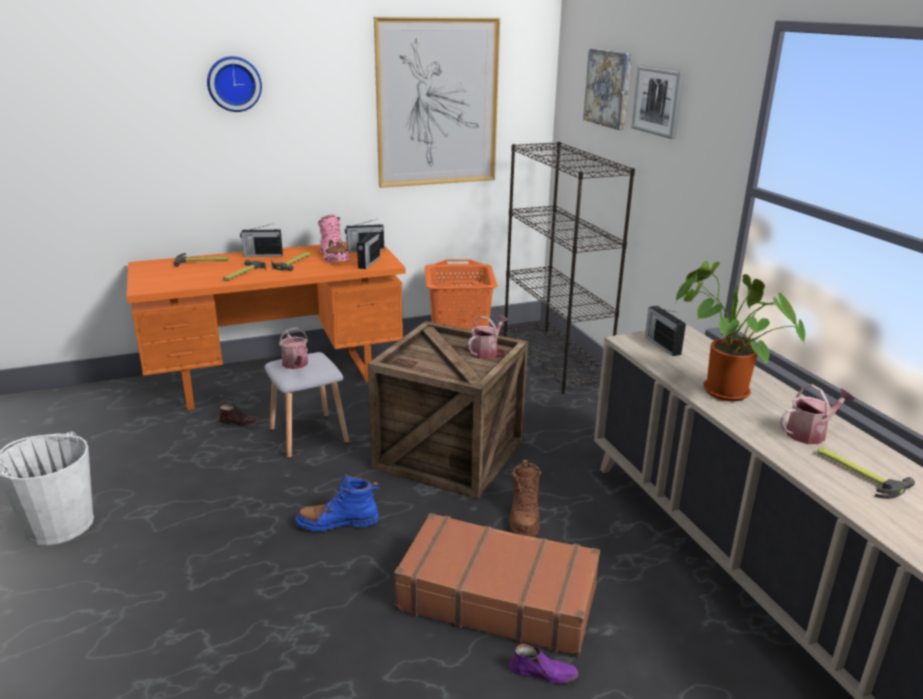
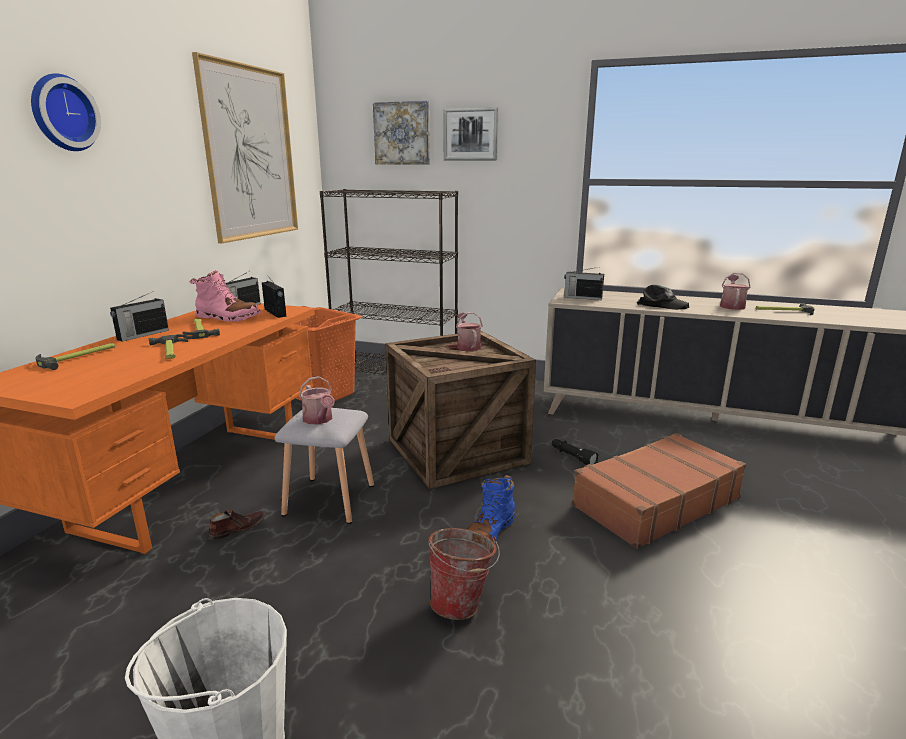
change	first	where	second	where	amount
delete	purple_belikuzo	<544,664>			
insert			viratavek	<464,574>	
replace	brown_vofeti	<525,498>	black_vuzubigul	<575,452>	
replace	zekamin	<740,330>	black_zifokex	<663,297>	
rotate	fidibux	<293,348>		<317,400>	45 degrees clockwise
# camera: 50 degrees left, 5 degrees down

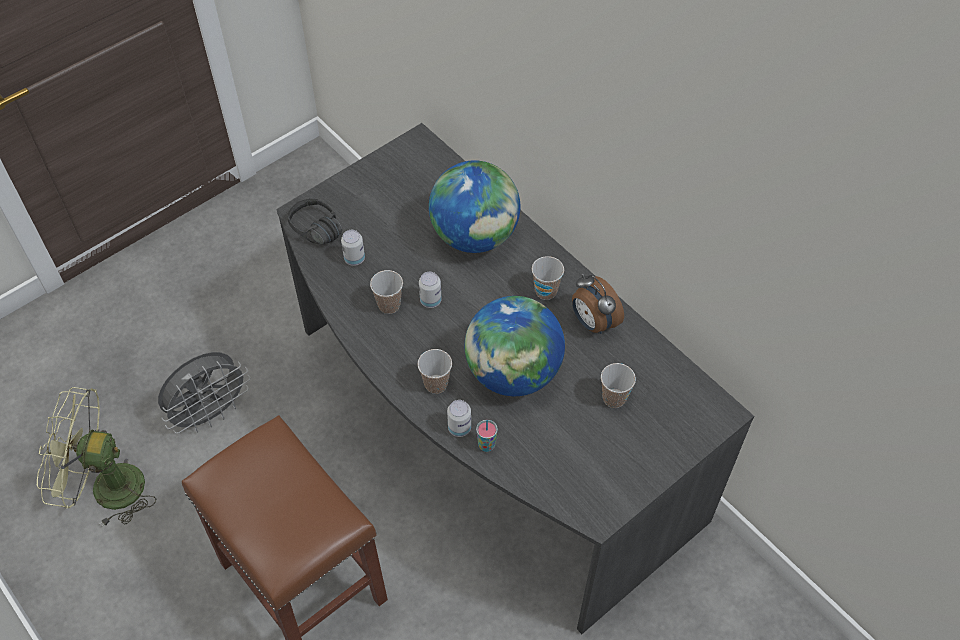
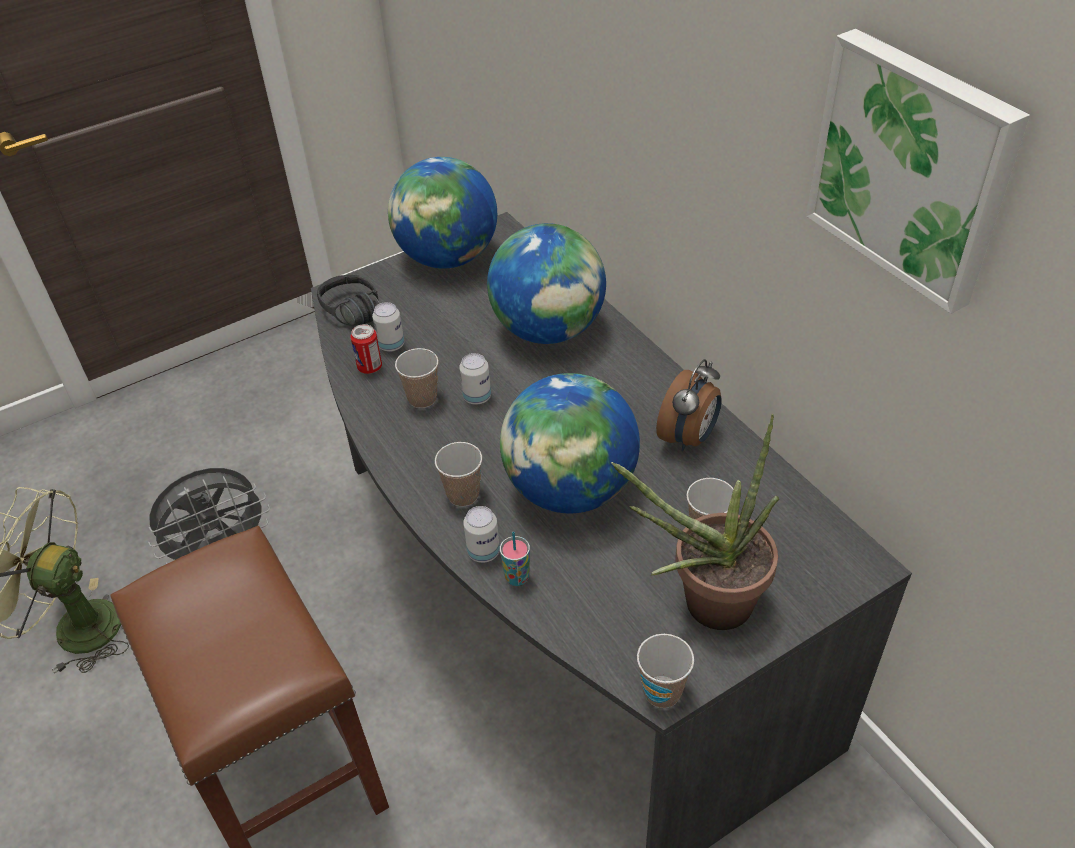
change	first	where	second	where	amount
insert			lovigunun	<366,349>	
insert			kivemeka	<442,213>	
insert			zekamin	<695,522>	
insert			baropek	<918,171>	
move	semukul	<548,278>		<665,671>	
rotate	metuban	<598,304>		<689,405>	120 degrees counterclockwise
# camera: 10 degrees right, 10 degrees down

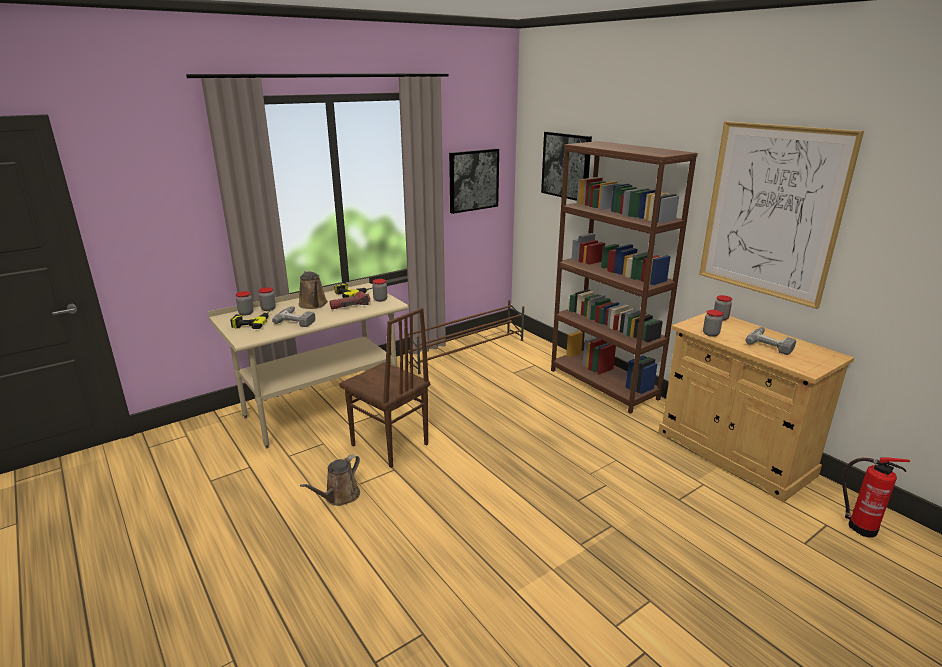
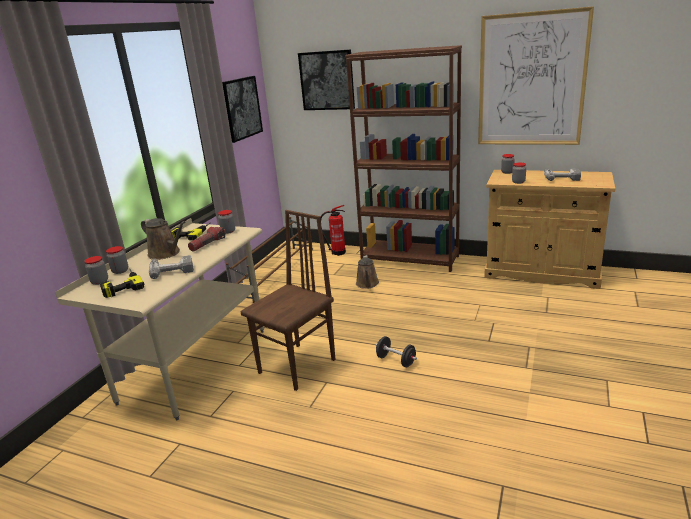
change	first	where	second	where	amount
insert			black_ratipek	<396,351>	
move	brown_fidibux	<330,480>		<367,272>	
move	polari	<876,497>		<333,230>	
rotate	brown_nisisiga	<384,388>		<288,300>	60 degrees counterclockwise
# camera: 30 degrees left, 0 degrees up

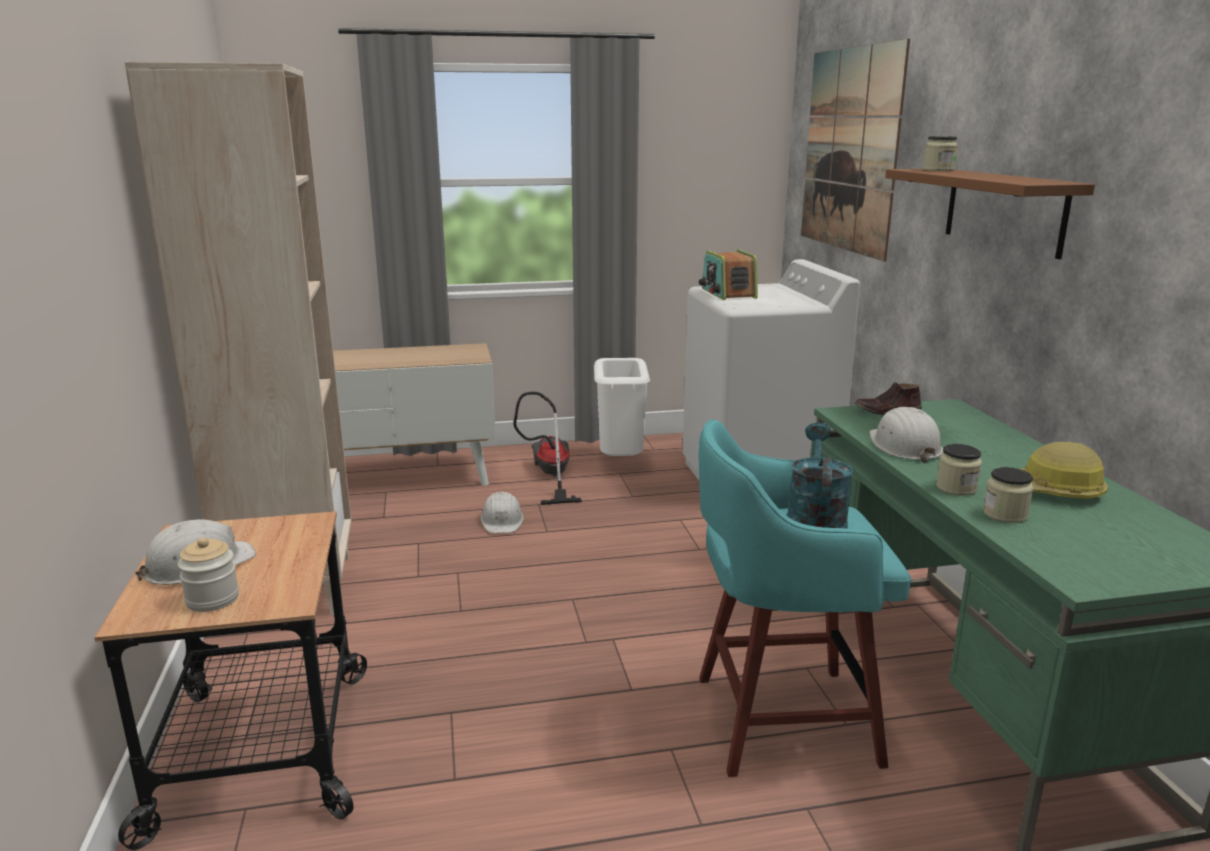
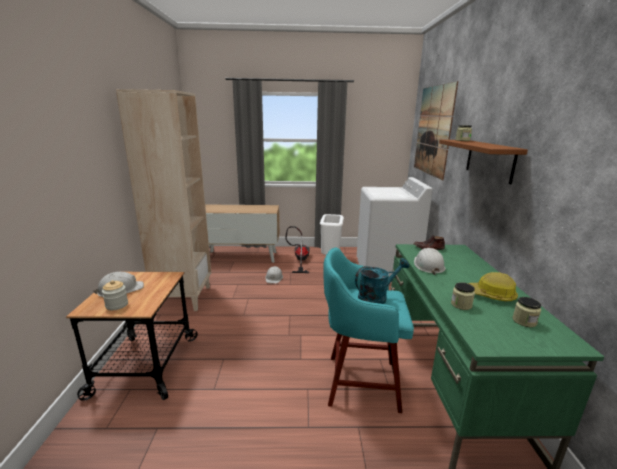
change	first	where	second	where	amount
delete	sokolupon	<728,274>			
move	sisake	<959,470>		<526,312>	
rotate	turquoise_fidibux	<820,475>		<382,281>	45 degrees clockwise
# camera: 10 degrees right, 0 degrees up

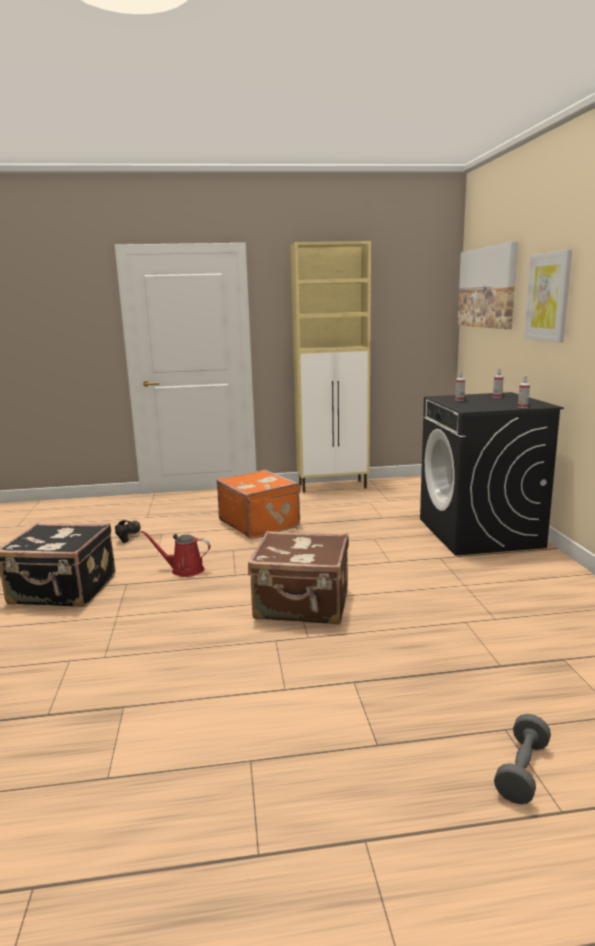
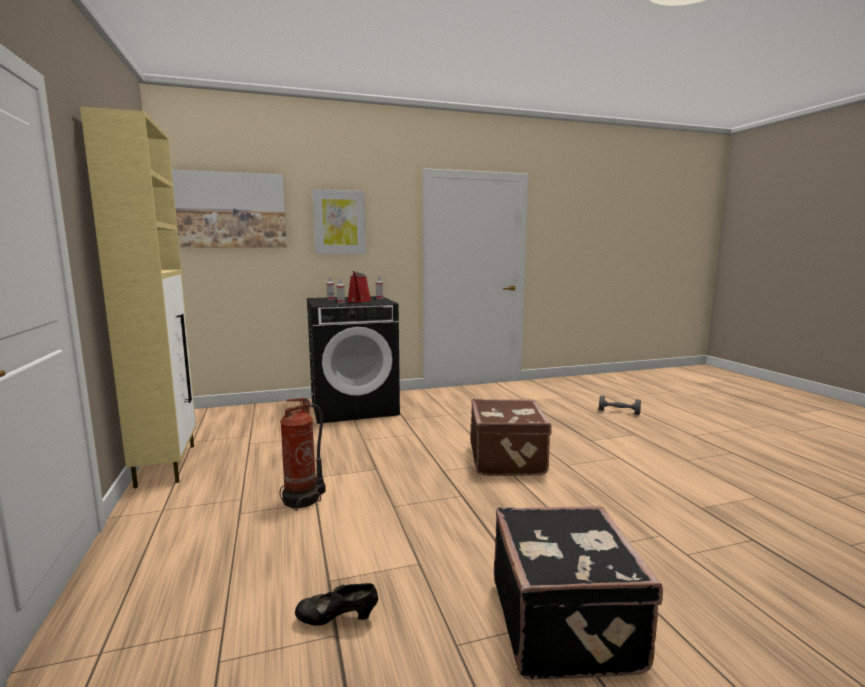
change	first	where	second	where	amount
move	red_fidibux	<176,553>		<359,286>	
replace	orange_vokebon	<259,504>	polari	<302,454>	
# camera: 100 degrees left, 5 degrees down

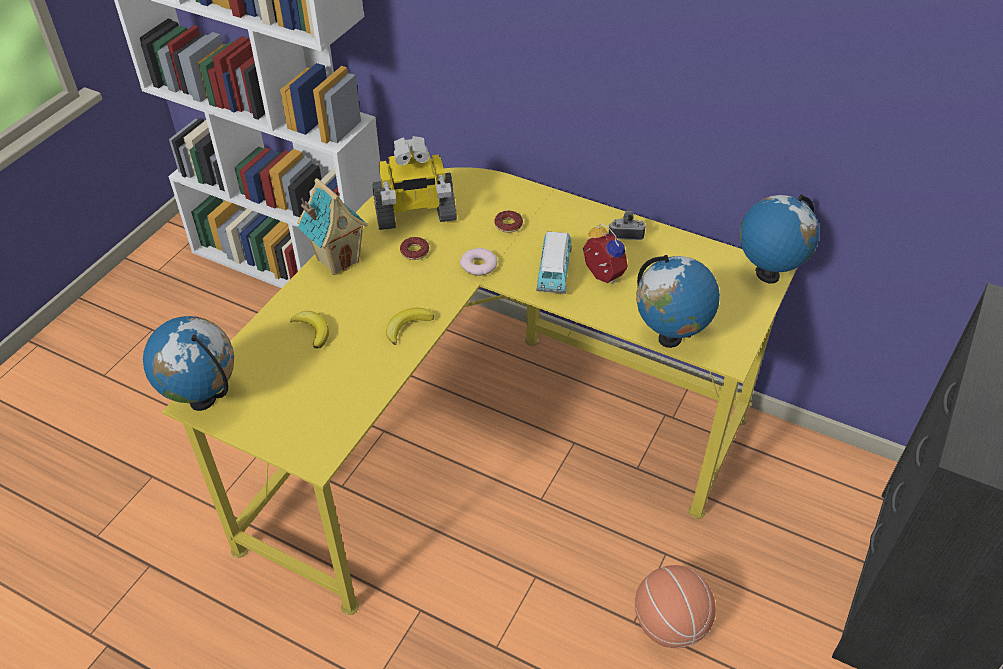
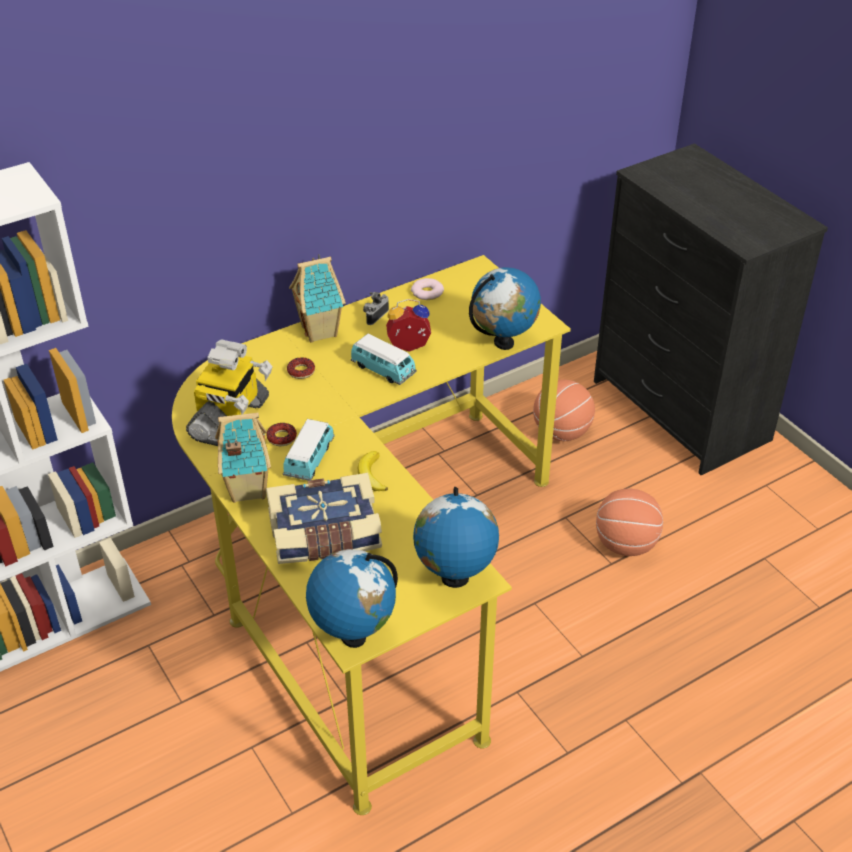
change	first	where	second	where	amount
insert			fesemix	<308,450>	
insert			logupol	<317,298>	
insert			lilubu	<564,410>	
move	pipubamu	<478,262>		<427,289>	
move	kivemeka	<779,239>		<456,537>	
replace	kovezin	<309,330>	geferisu	<324,518>	
# camera: 60 degrees left, 5 degrees down

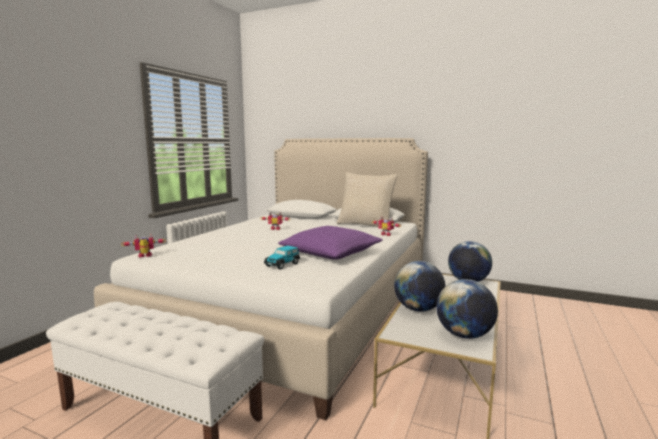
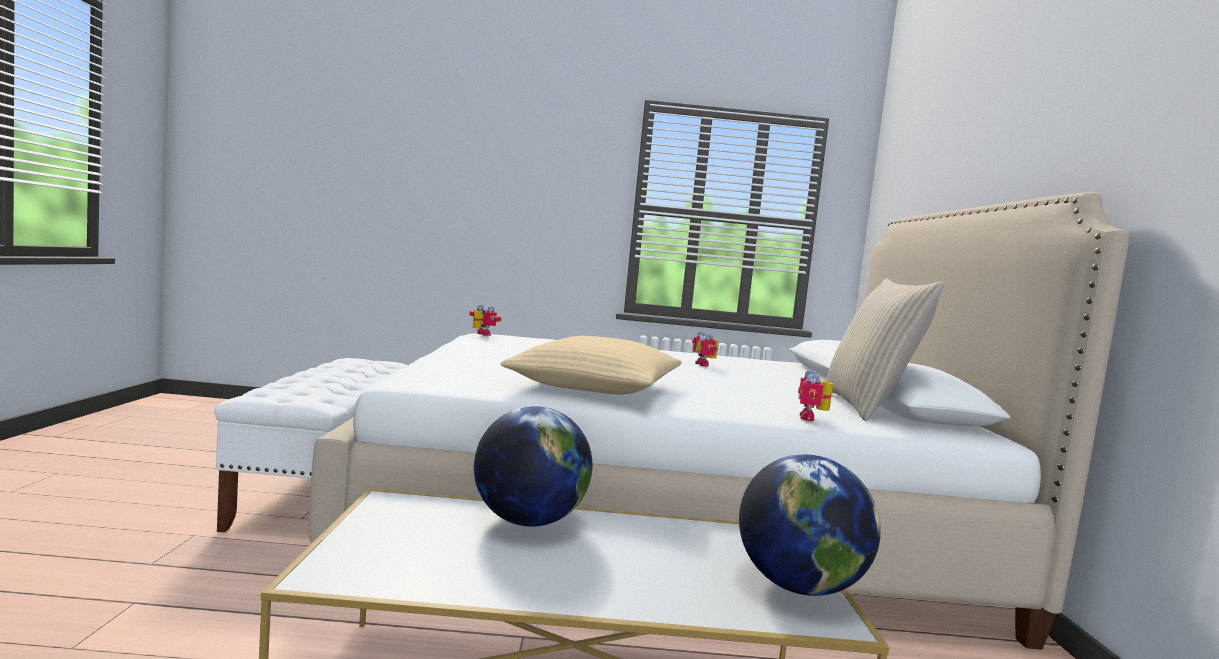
change	first	where	second	where	amount
delete	fesemix	<282,257>			
delete	kivemeka	<467,309>			
recolor	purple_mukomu	<330,243>	beige_mukomu	<591,365>	
# camera: 65 degrees right, 5 degrees down

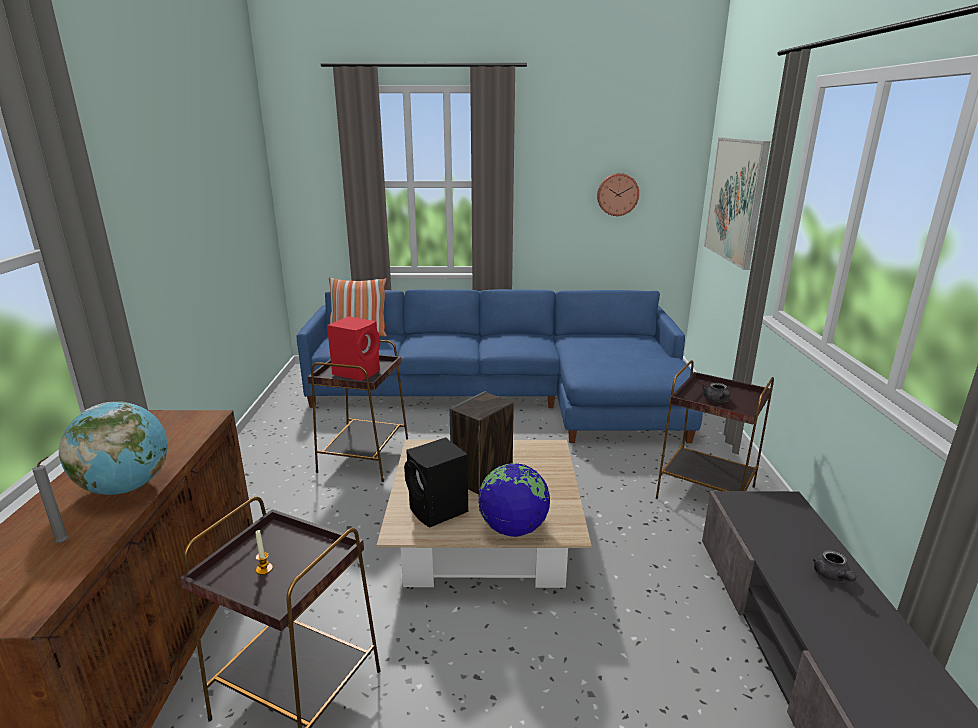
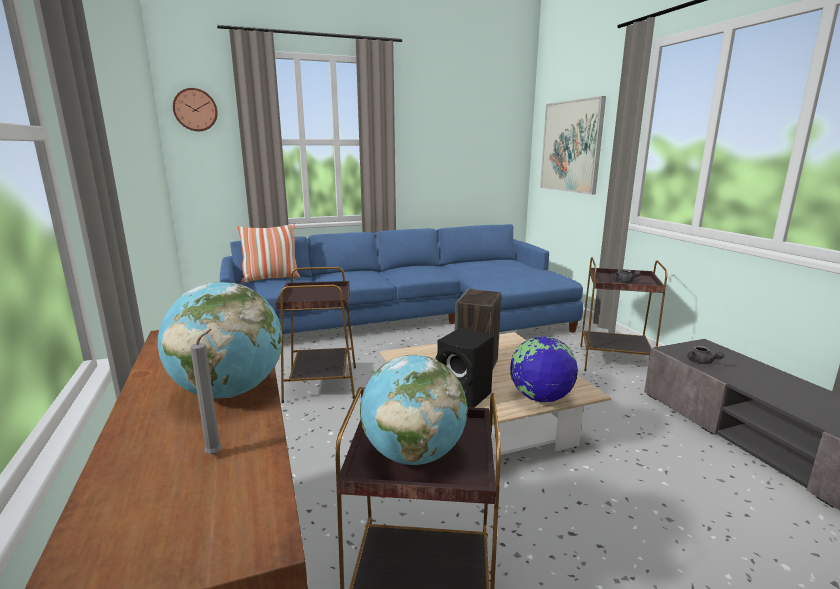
change	first	where	second	where	amount
delete	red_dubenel	<353,348>			
move	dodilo	<618,194>		<195,109>	
move	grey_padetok	<835,566>		<705,354>	
replace	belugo	<264,552>	kivemeka	<414,410>	
# camera: 20 degrees left, 5 degrees down

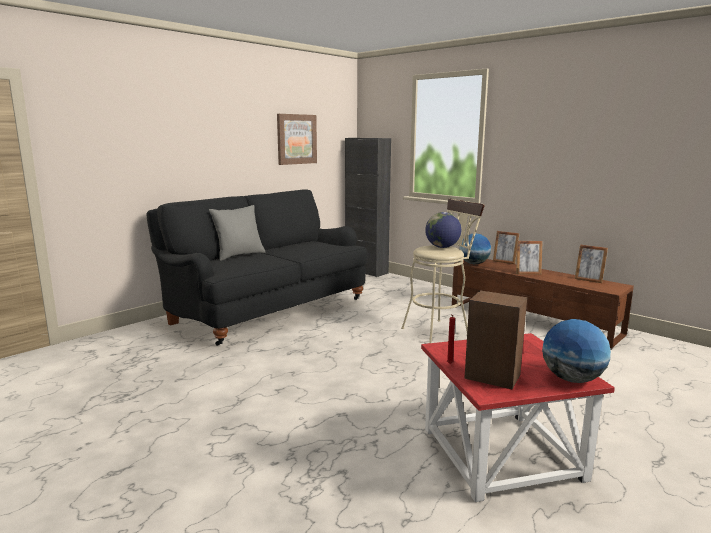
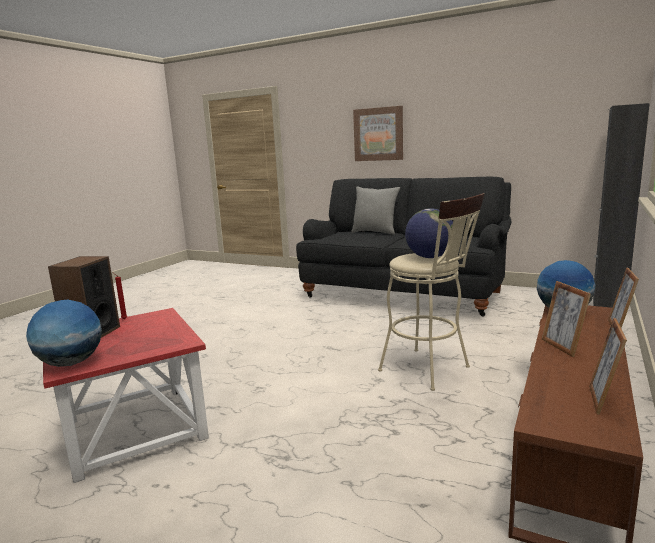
change	first	where	second	where	amount
move	baropek	<297,139>		<378,133>	
# camera: 75 degrees right, 0 degrees up

